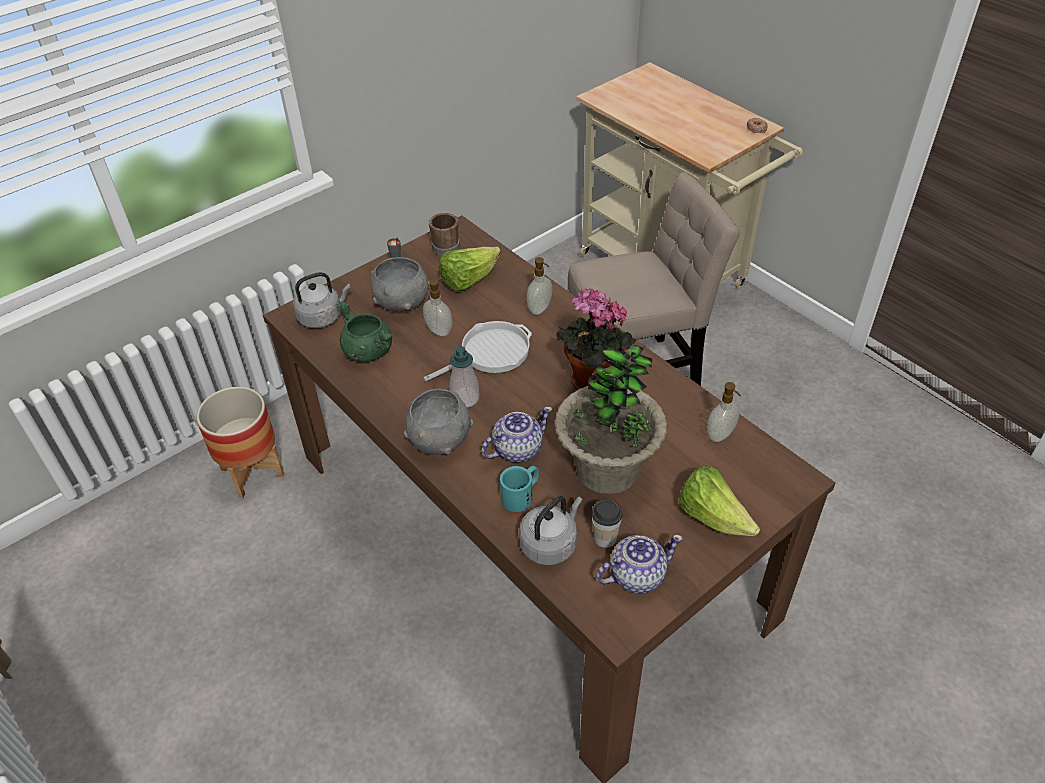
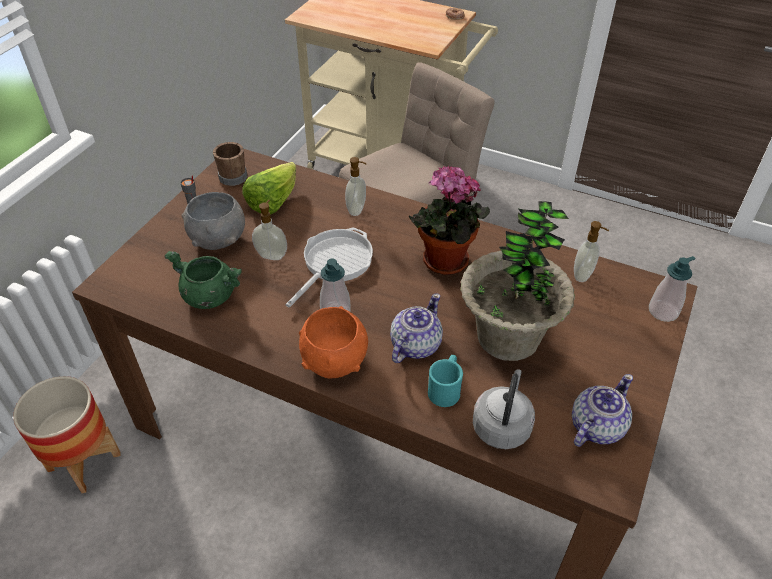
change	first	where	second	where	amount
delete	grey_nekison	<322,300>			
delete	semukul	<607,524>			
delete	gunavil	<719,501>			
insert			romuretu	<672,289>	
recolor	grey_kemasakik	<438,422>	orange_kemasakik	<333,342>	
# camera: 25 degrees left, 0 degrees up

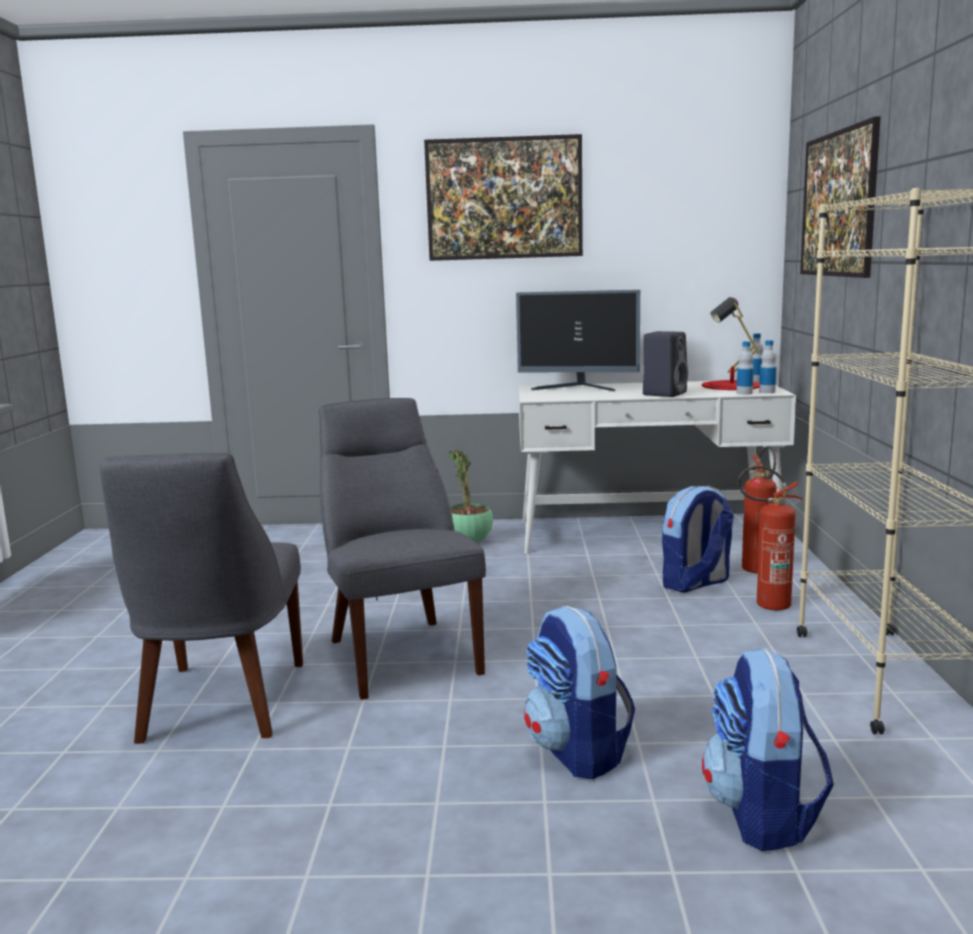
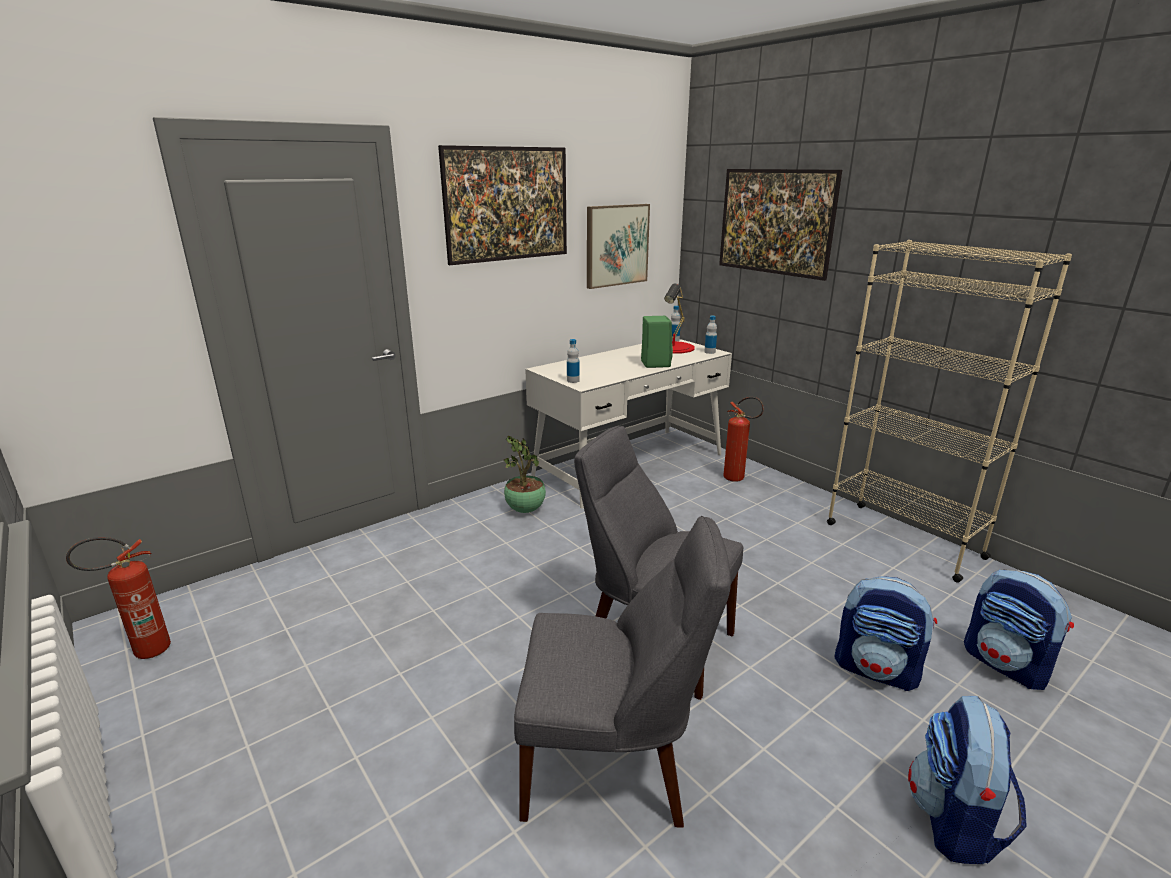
change	first	where	second	where	amount
delete	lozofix	<578,340>			
insert			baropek	<618,246>	
move	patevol	<698,539>		<967,780>	
move	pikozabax	<745,368>		<573,361>	
move	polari	<770,538>		<118,598>	
recolor	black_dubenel	<665,364>	green_dubenel	<657,342>	
rotate	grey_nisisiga	<201,598>		<622,672>	45 degrees counterclockwise
# camera: 40 degrees left, 10 degrees up

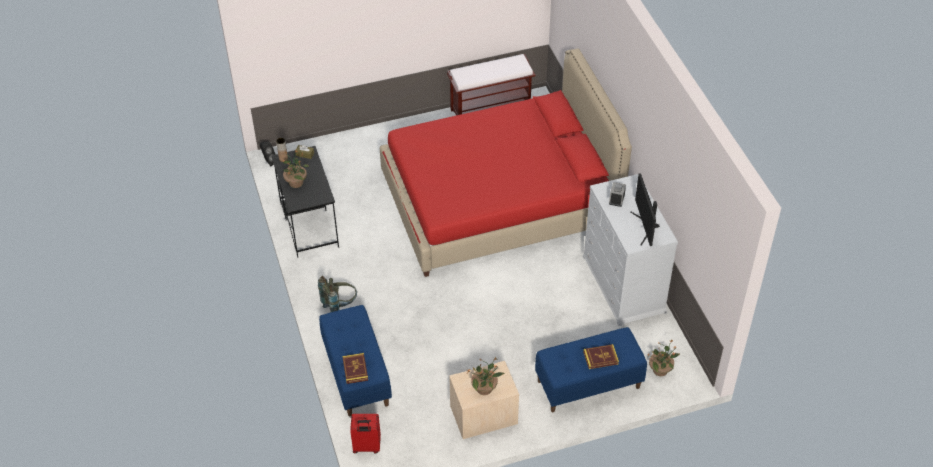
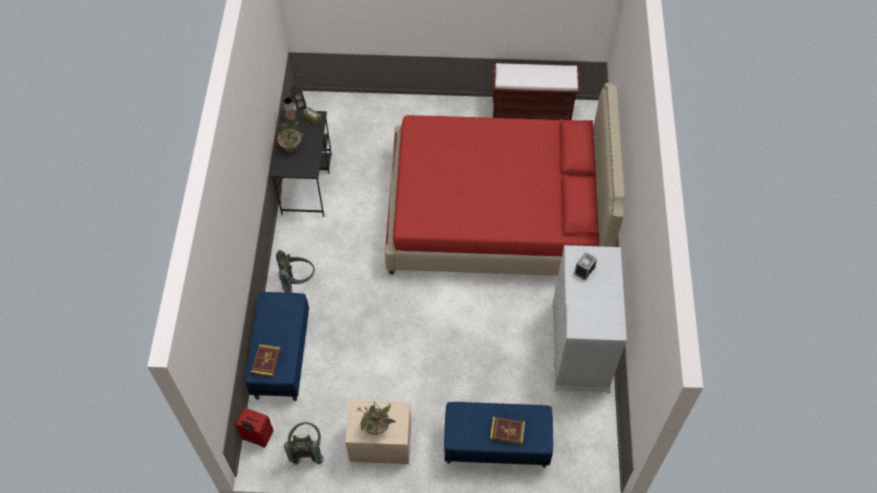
change	first	where	second	where	amount
delete	lozofix	<645,209>			
delete	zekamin	<663,358>			
insert			grey_patevol	<304,443>	
# camera: 20 degrees right, 10 degrees up

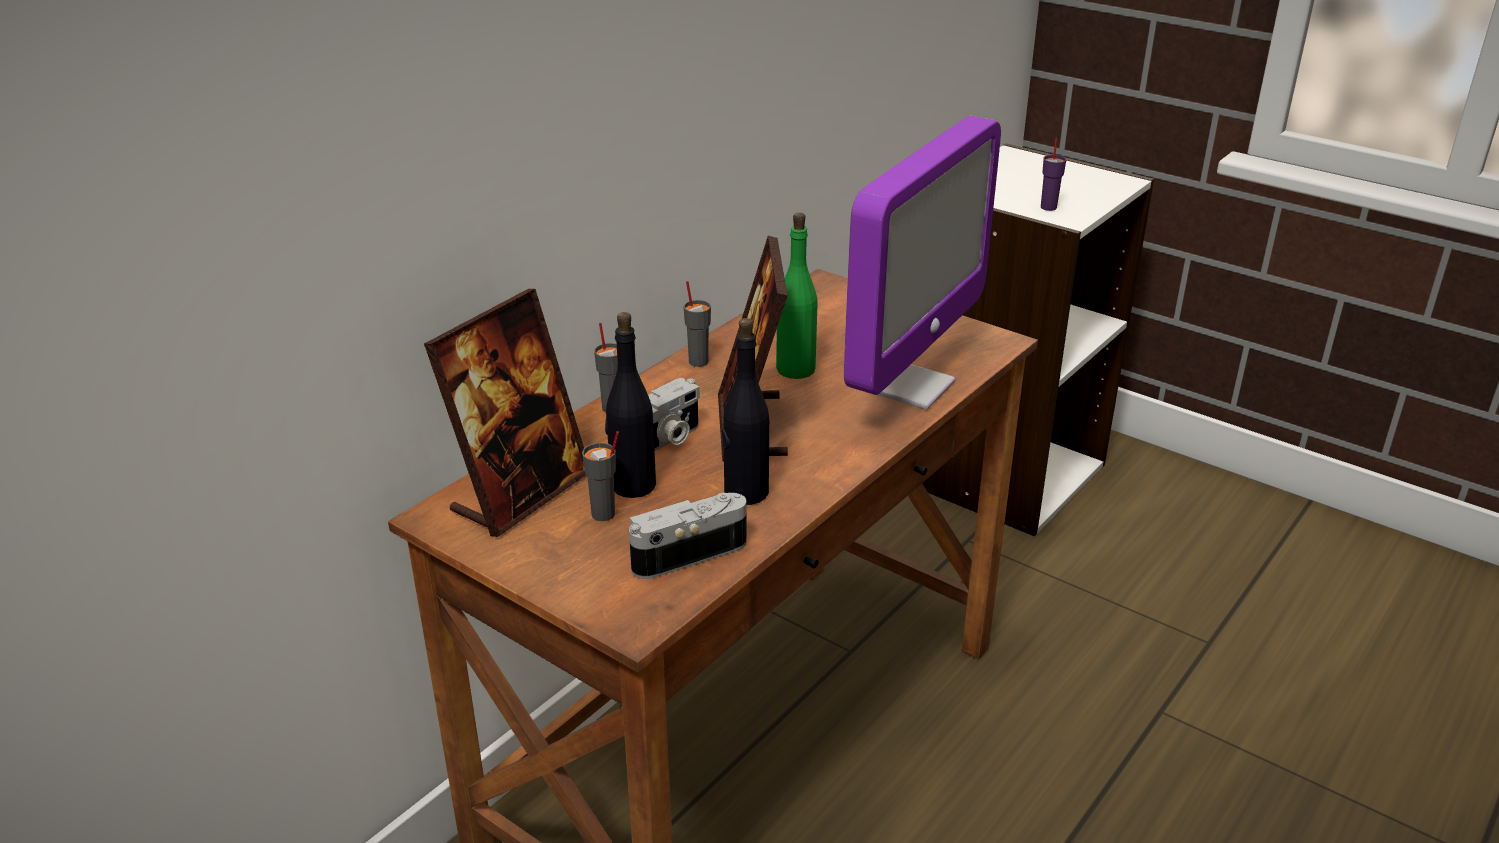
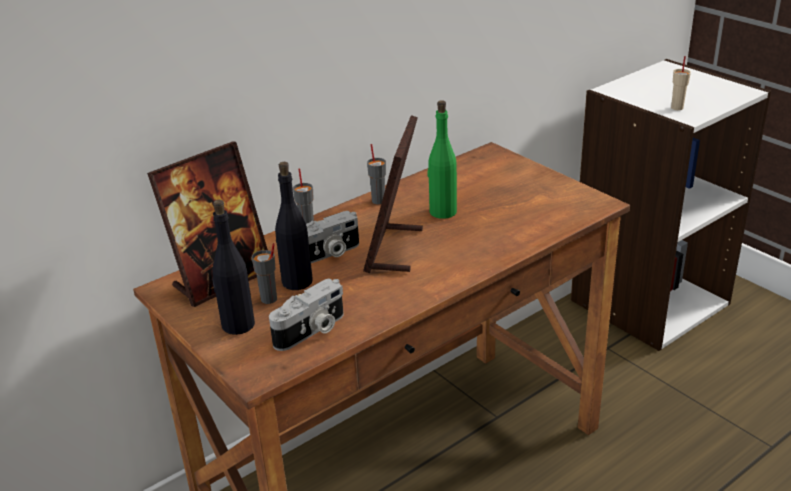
change	first	where	second	where	amount
delete	lozofix	<922,262>			
move	black_pikozabax	<745,411>		<233,267>	
recolor	purple_semukul	<1053,174>	beige_semukul	<681,83>	
rotate	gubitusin	<688,536>		<306,314>	150 degrees clockwise
# camera: 15 degrees right, 0 degrees up

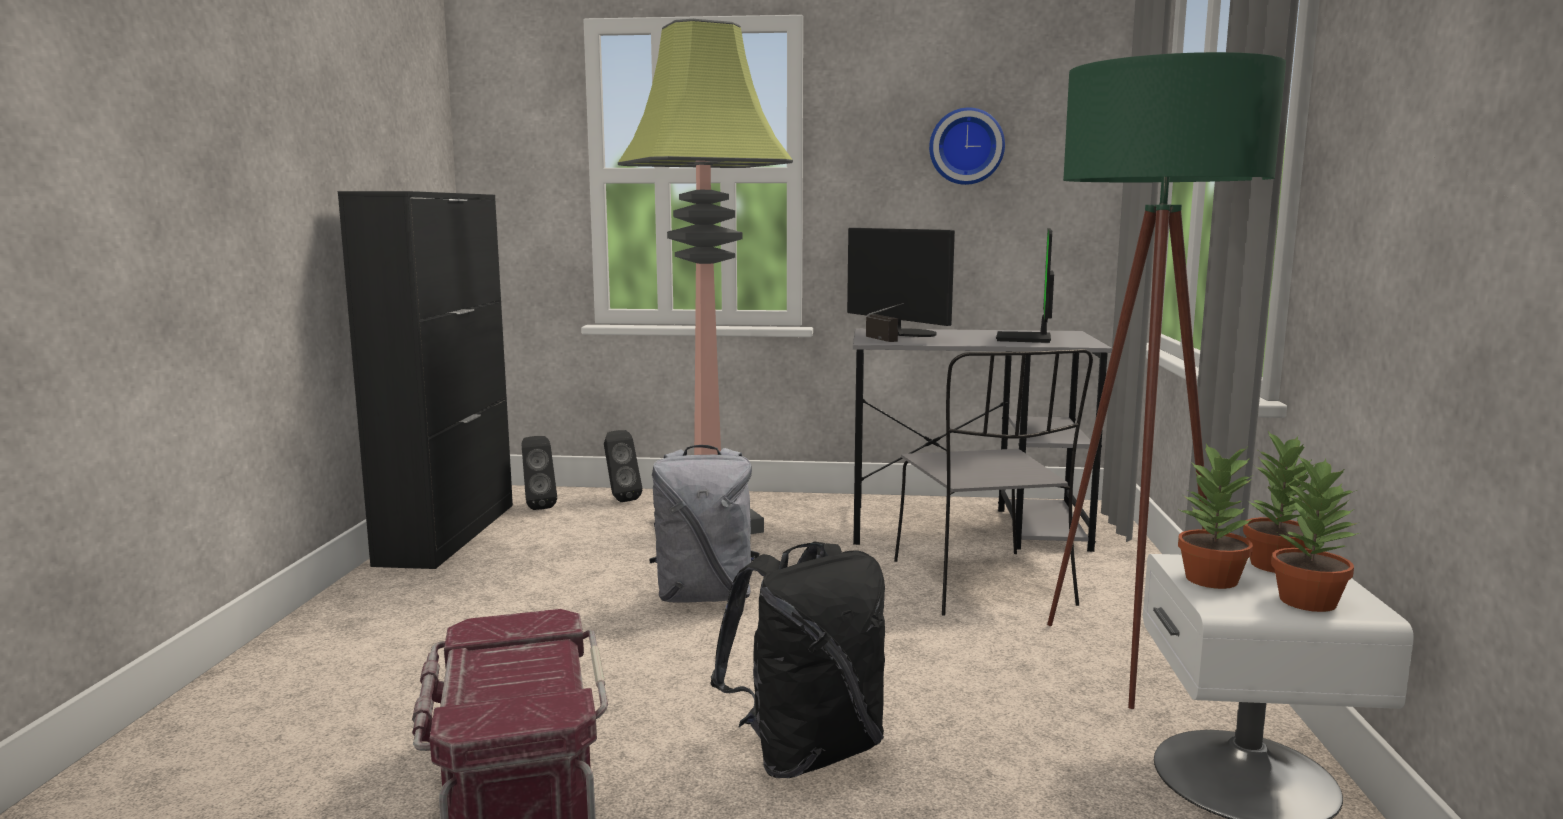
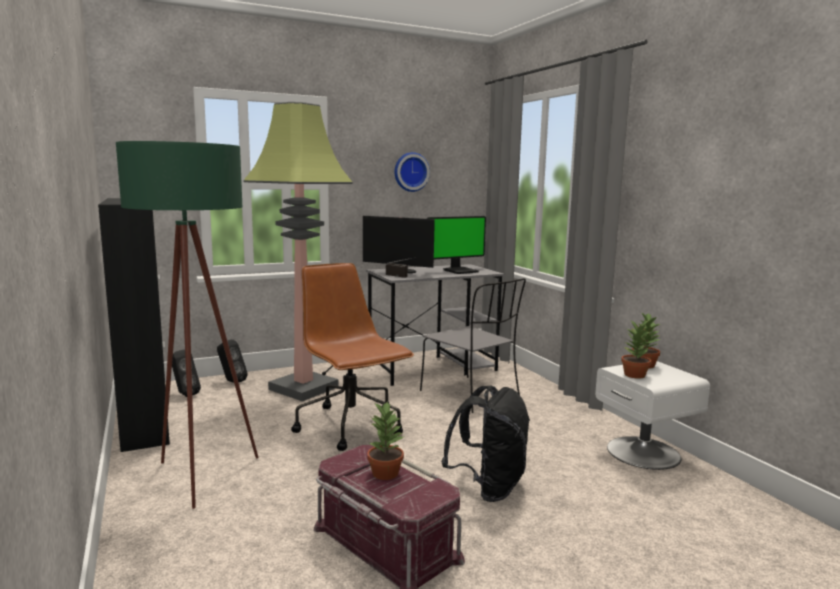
change	first	where	second	where	amount
move	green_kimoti	<1166,380>		<187,325>	
move	zekamin	<1315,533>		<386,440>	
replace	grey_patevol	<704,524>	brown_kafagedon	<352,357>	
rotate	lozofix	<1025,285>		<456,245>	105 degrees counterclockwise
# camera: 30 degrees left, 0 degrees up

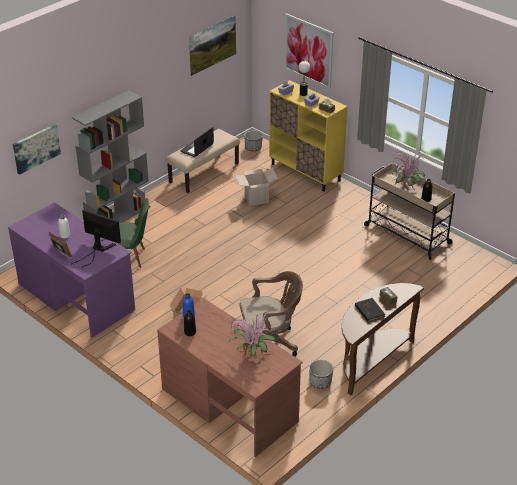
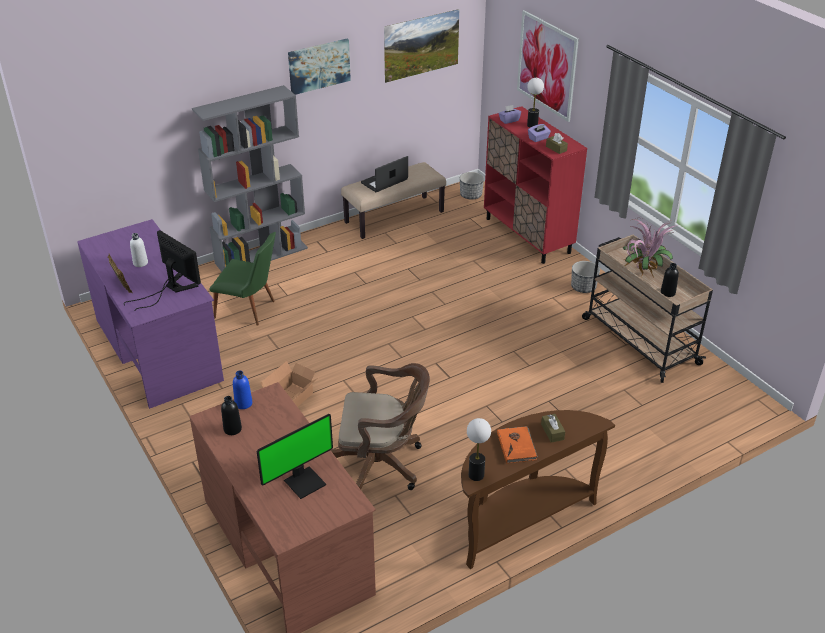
change	first	where	second	where	amount
delete	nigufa	<256,187>			
insert			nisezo	<479,449>	
move	baropek	<37,149>		<319,67>	
move	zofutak	<321,374>		<585,277>	
replace	zekamin	<252,335>	lozofix	<295,456>	
recolor	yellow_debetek	<308,135>	red_debetek	<535,185>	
recolor	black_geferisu	<370,310>	orange_geferisu	<517,445>	
# camera: 15 degrees right, 0 degrees up

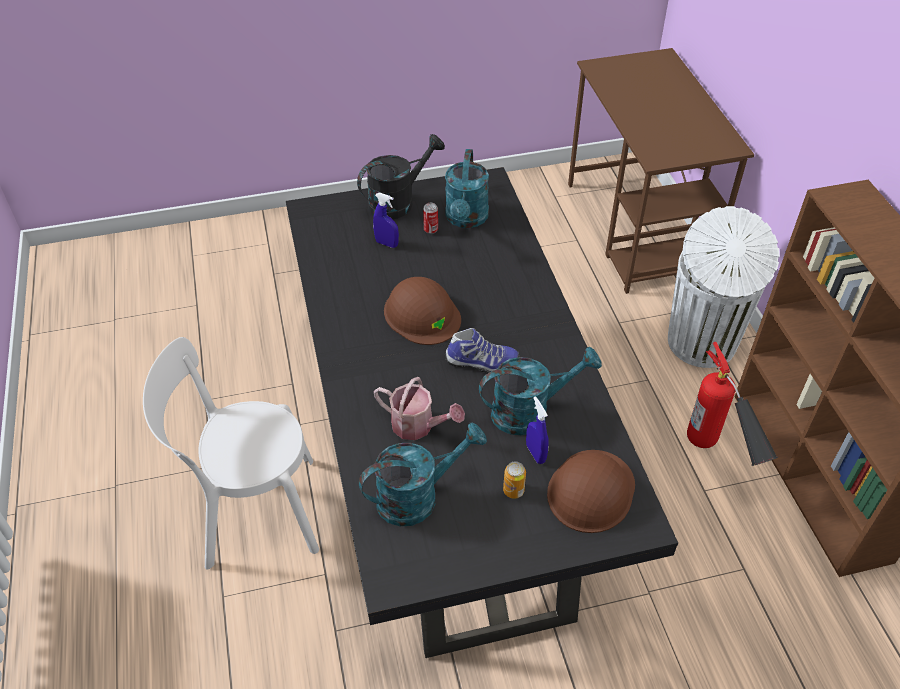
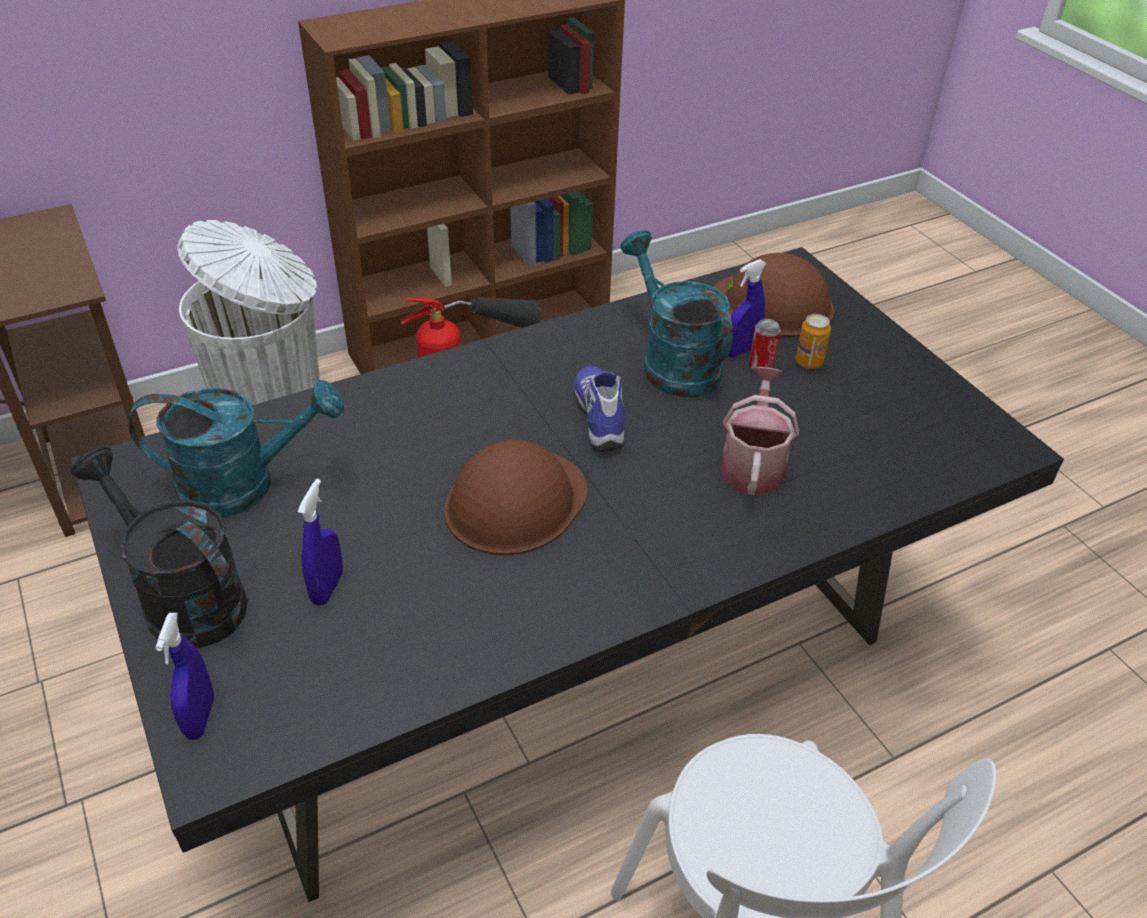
change	first	where	second	where	amount
delete	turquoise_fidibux	<423,474>			
insert			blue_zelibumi	<184,676>	
move	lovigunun	<430,218>		<765,345>	
# camera: 105 degrees left, 5 degrees down

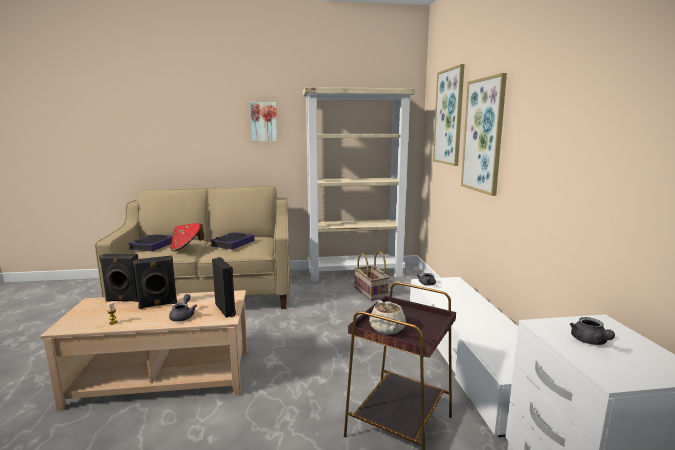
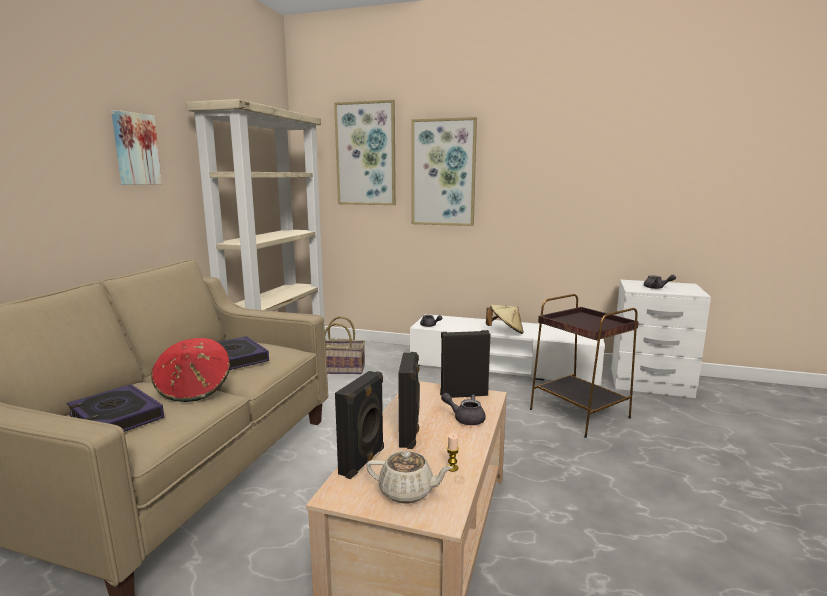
change	first	where	second	where	amount
insert			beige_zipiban	<505,319>	
move	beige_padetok	<387,317>		<409,477>	
# camera: 65 degrees left, 0 degrees up

